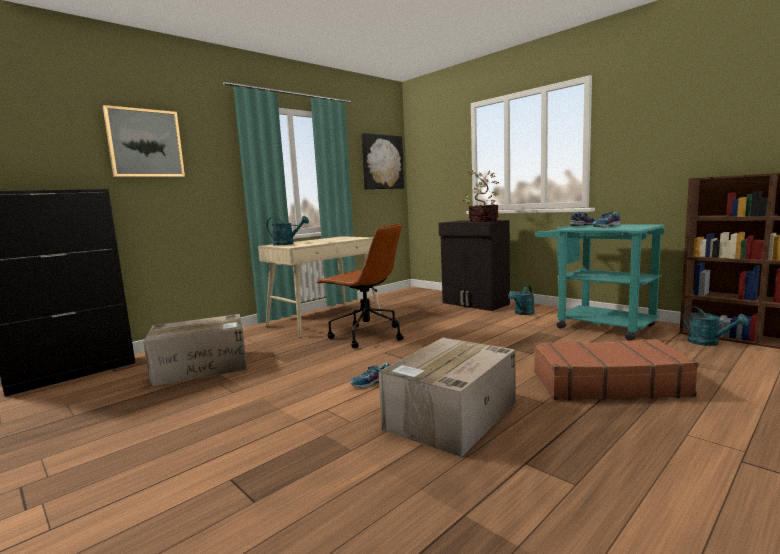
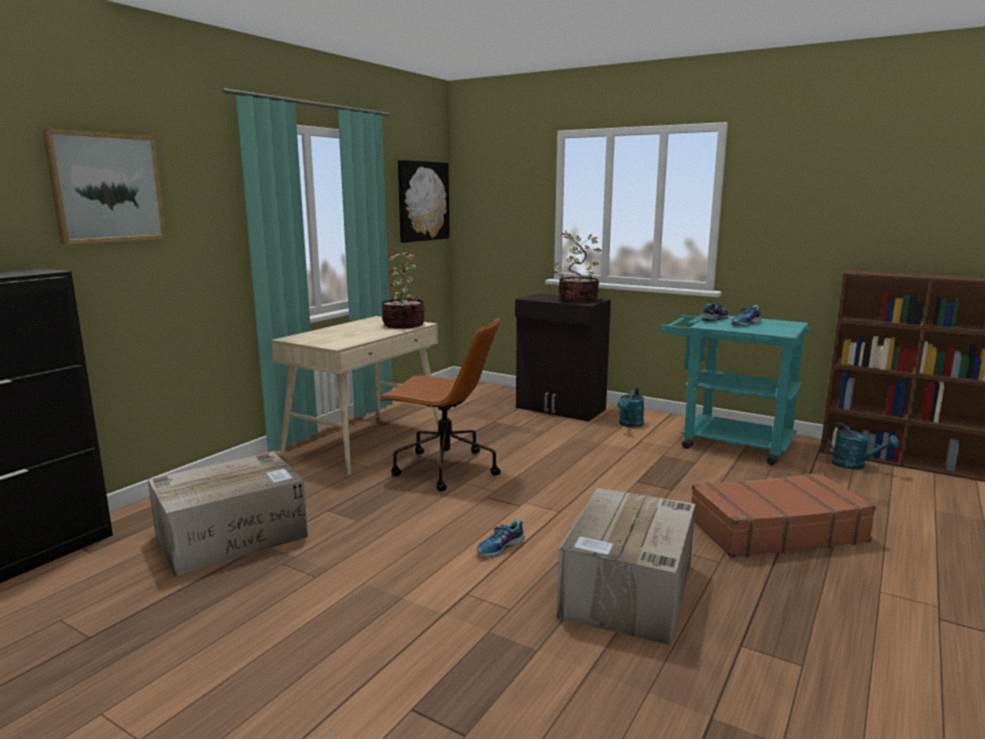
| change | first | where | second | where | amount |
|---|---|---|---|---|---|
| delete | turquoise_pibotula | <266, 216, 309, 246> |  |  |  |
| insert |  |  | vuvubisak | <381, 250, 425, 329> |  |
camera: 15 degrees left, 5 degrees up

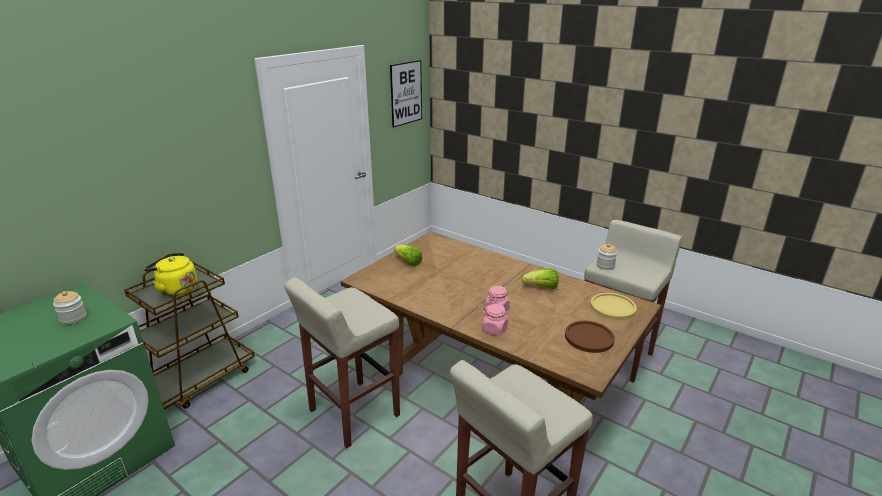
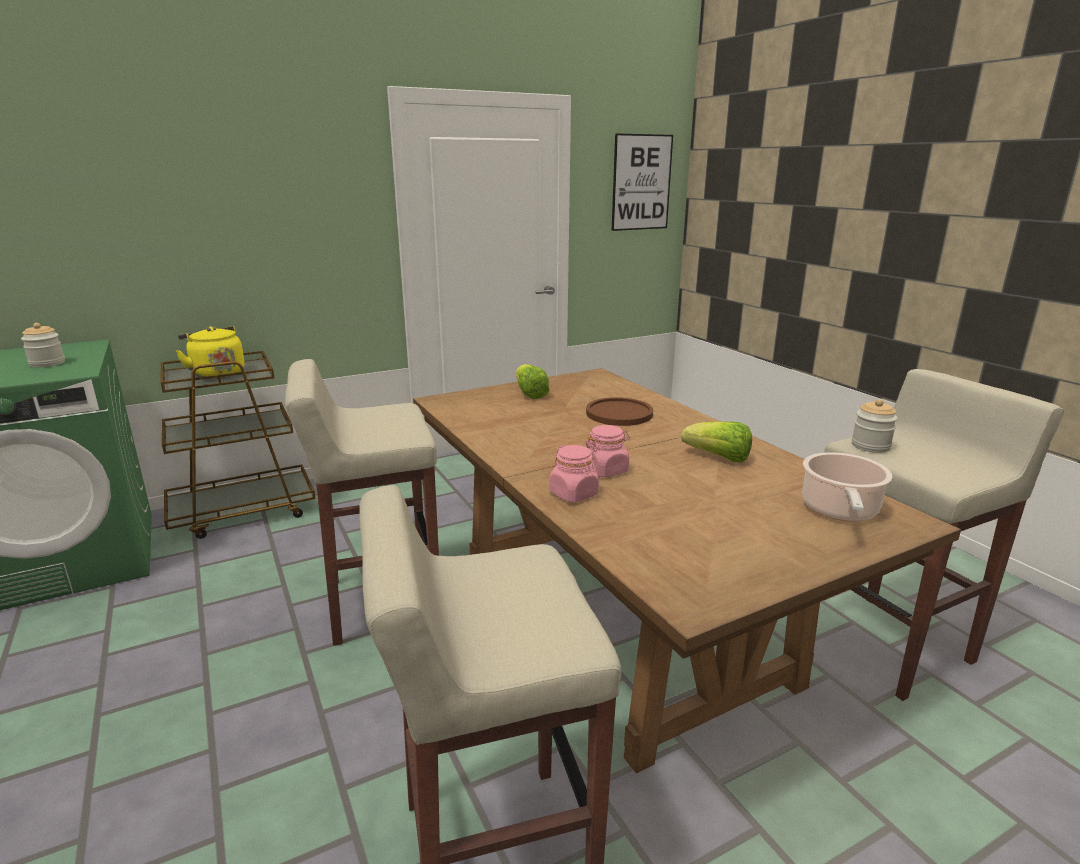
| change | first | where | second | where | amount |
|---|---|---|---|---|---|
| move | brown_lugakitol | <565, 321, 615, 353> |  | <586, 397, 653, 426> |  |
| replace | yellow_lugakitol | <590, 293, 637, 320> | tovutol | <802, 452, 892, 522> |  |
camera: 25 degrees right, 5 degrees down

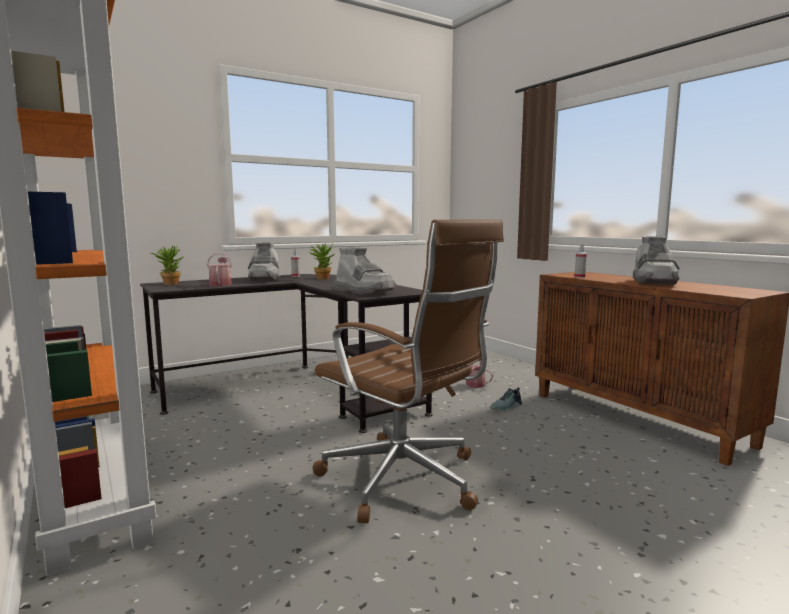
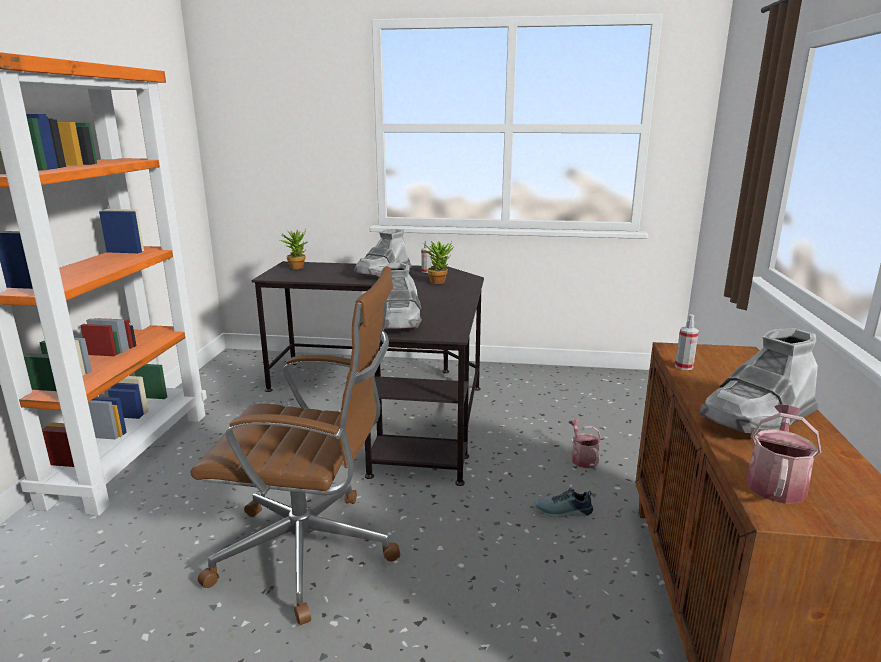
| change | first | where | second | where | amount |
|---|---|---|---|---|---|
| move | pibotula | <207, 253, 232, 286> |  | <746, 404, 822, 504> |  |
| rotate | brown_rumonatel | <313, 220, 504, 523> |  | <190, 266, 400, 625> | 75 degrees counterclockwise |
camera: 40 degrees right, 10 degrees up

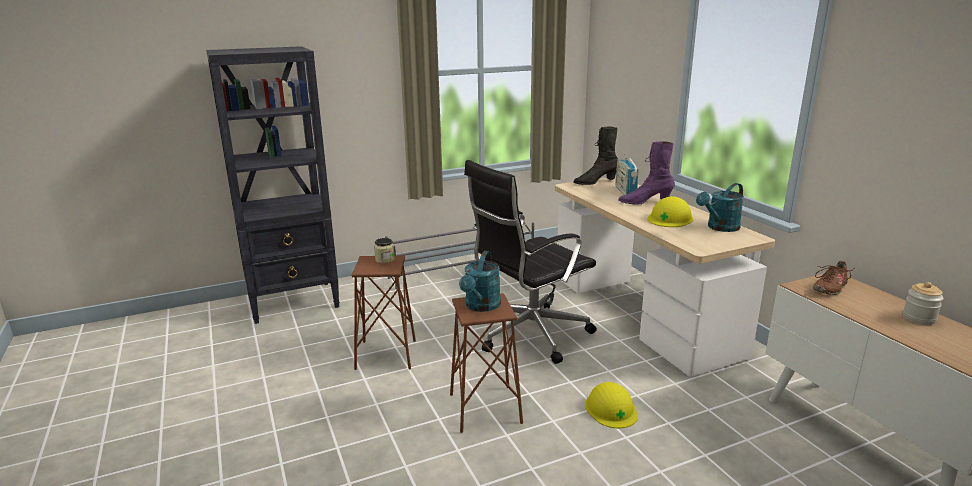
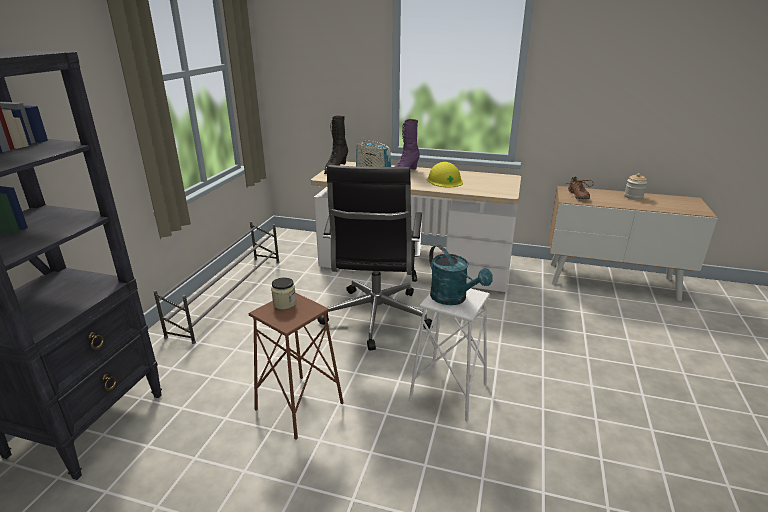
| change | first | where | second | where | amount |
|---|---|---|---|---|---|
| recolor | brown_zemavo | <450, 293, 523, 433> | white_zemavo | <409, 288, 490, 421> |  |
| delete | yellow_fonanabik | <585, 382, 638, 428> |  |  |  |
| delete | turquoise_pibotula | <696, 183, 744, 232> |  |  |  |
camera: 50 degrees left, 5 degrees up

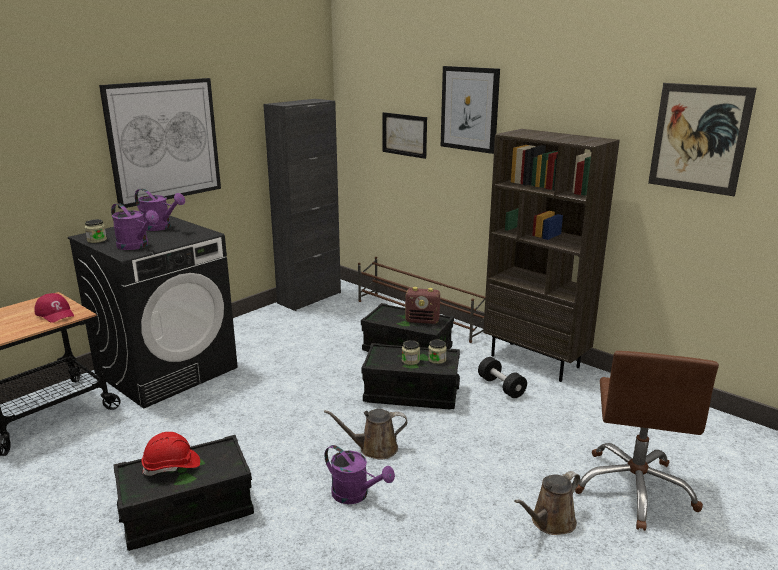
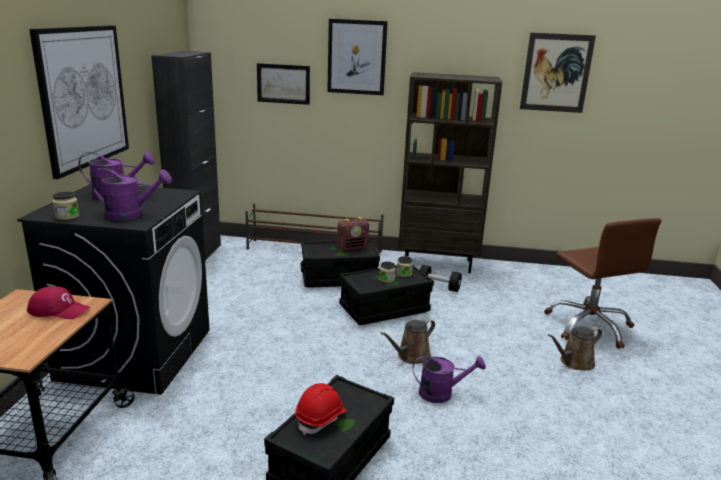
| change | first | where | second | where | amount |
|---|---|---|---|---|---|
| rotate | brown_pibotula | <514, 471, 580, 535> |  | <548, 326, 602, 370> | 45 degrees clockwise |
camera: 35 degrees left, 0 degrees up

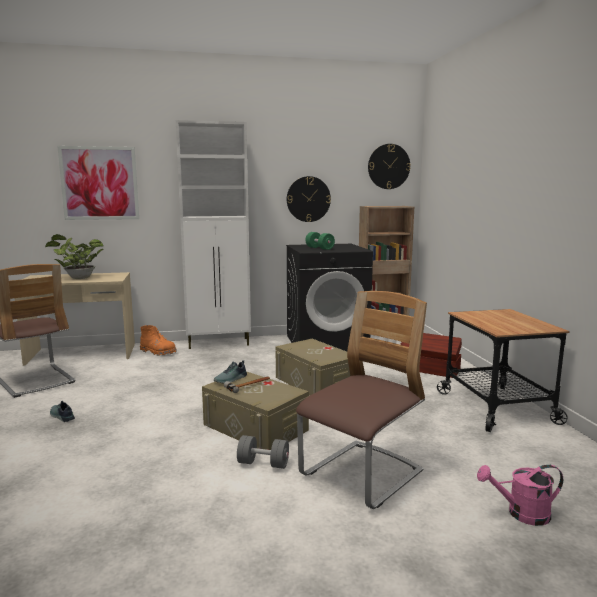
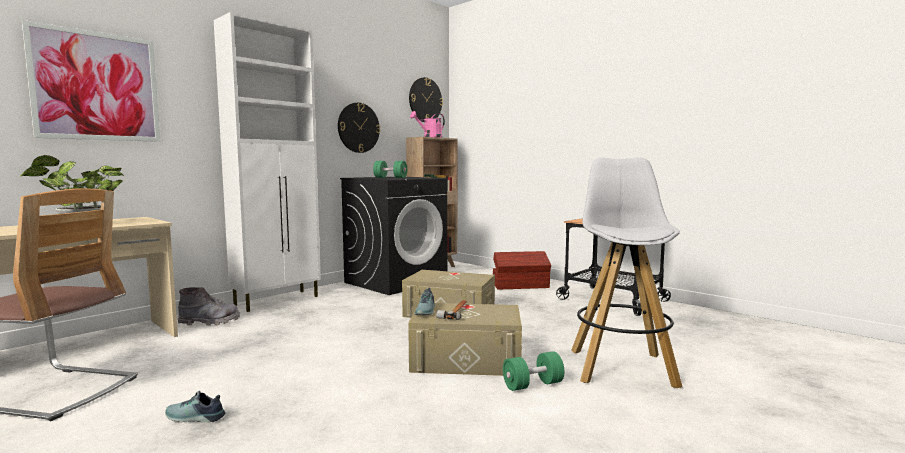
| change | first | where | second | where | amount |
|---|---|---|---|---|---|
| recolor | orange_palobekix | <140, 325, 177, 356> | grey_palobekix | <178, 287, 240, 326> |  |
| recolor | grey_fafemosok | <237, 435, 289, 469> | green_fafemosok | <503, 351, 564, 391> |  |
| replace | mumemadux | <296, 291, 427, 509> | white_zemavo | <571, 157, 682, 388> |  |
| move | pink_pibotula | <477, 465, 563, 526> |  | <410, 111, 445, 138> |  |
camera: 35 degrees left, 5 degrees down

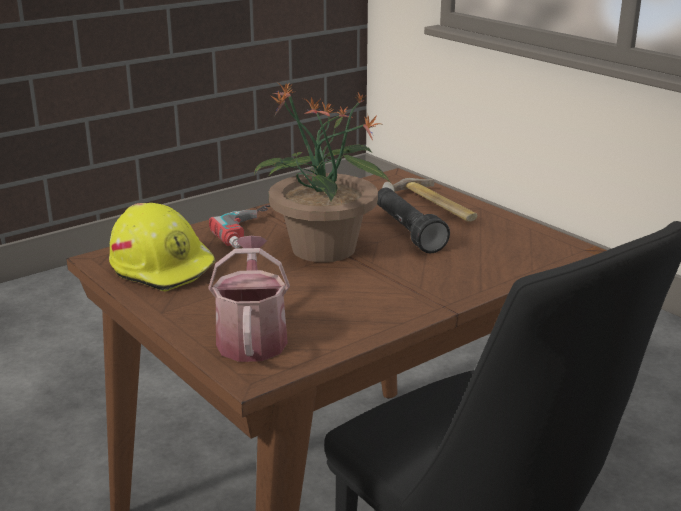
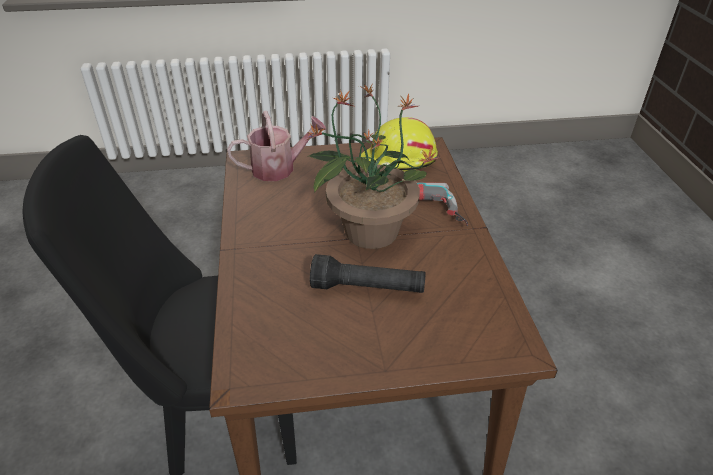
| change | first | where | second | where | amount |
|---|---|---|---|---|---|
| rotate | pibotula | <208, 236, 290, 362> |  | <227, 111, 327, 181> | 45 degrees counterclockwise |
| delete | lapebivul | <382, 178, 478, 222> |  |  |  |
camera: 120 degrees right, 15 degrees up

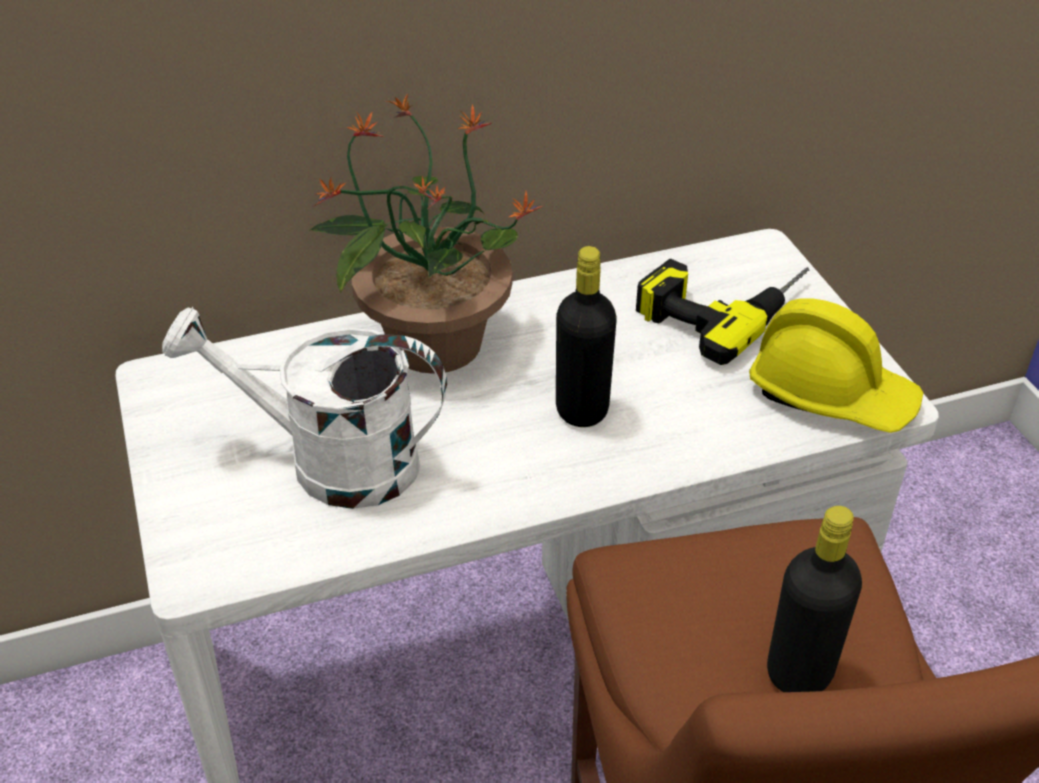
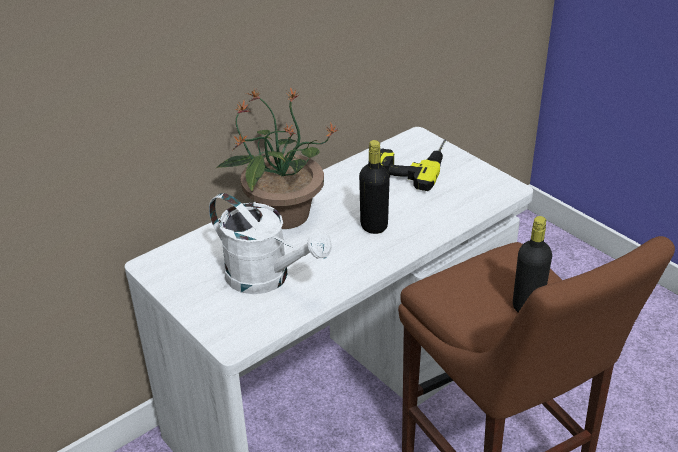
| change | first | where | second | where | amount |
|---|---|---|---|---|---|
| rotate | white_pibotula | <162, 307, 447, 509> |  | <209, 193, 332, 294> | 135 degrees counterclockwise |
| delete | yellow_fonanabik | <749, 298, 923, 433> |  |  |  |
camera: 20 degrees left, 5 degrees down

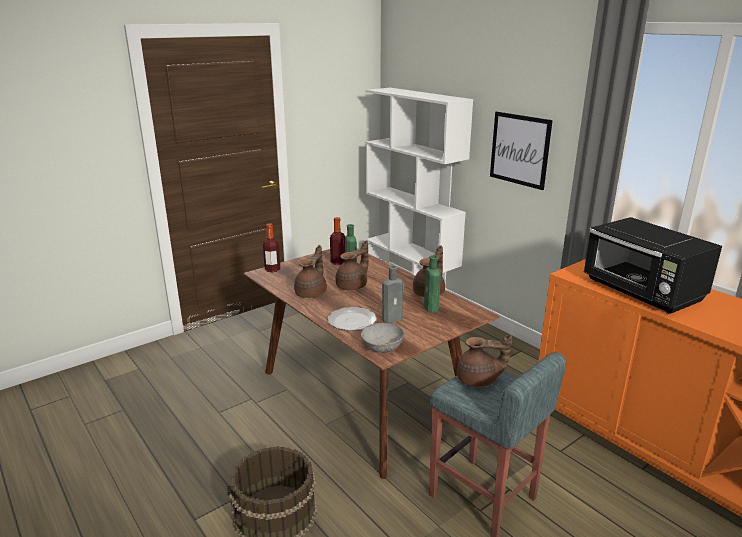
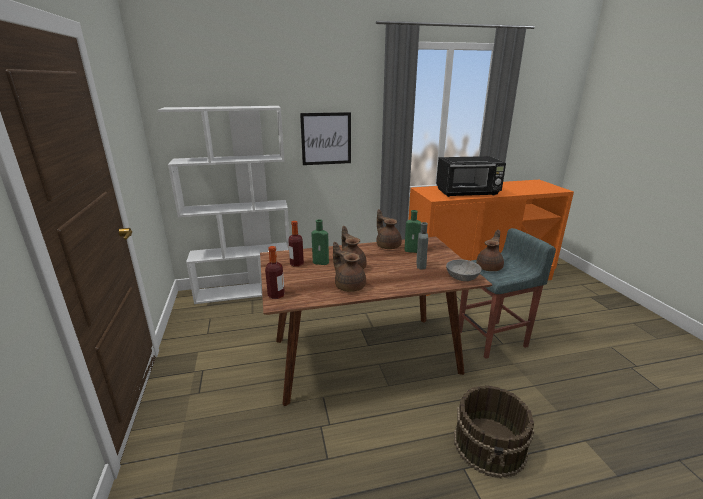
| change | first | where | second | where | amount |
|---|---|---|---|---|---|
| delete | lugakitol | <328, 307, 377, 331> |  |  |  |
camera: 65 degrees left, 0 degrees up

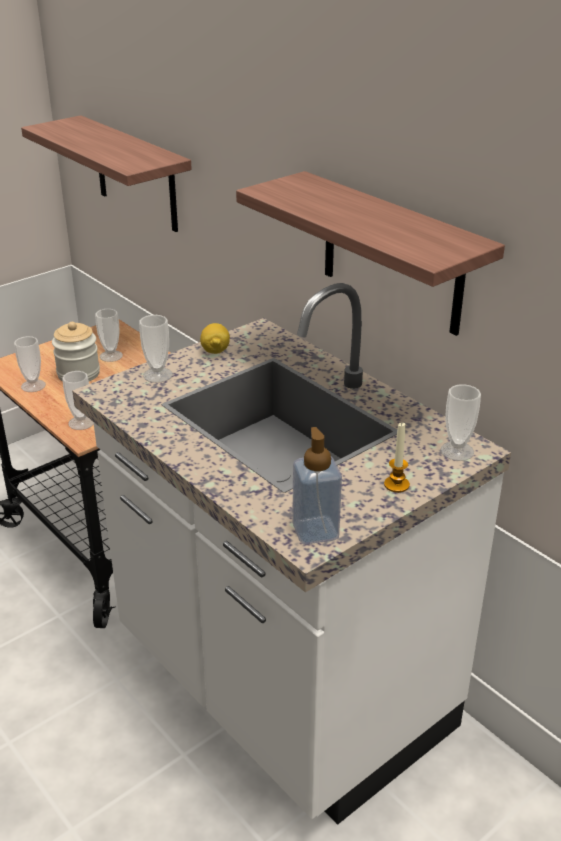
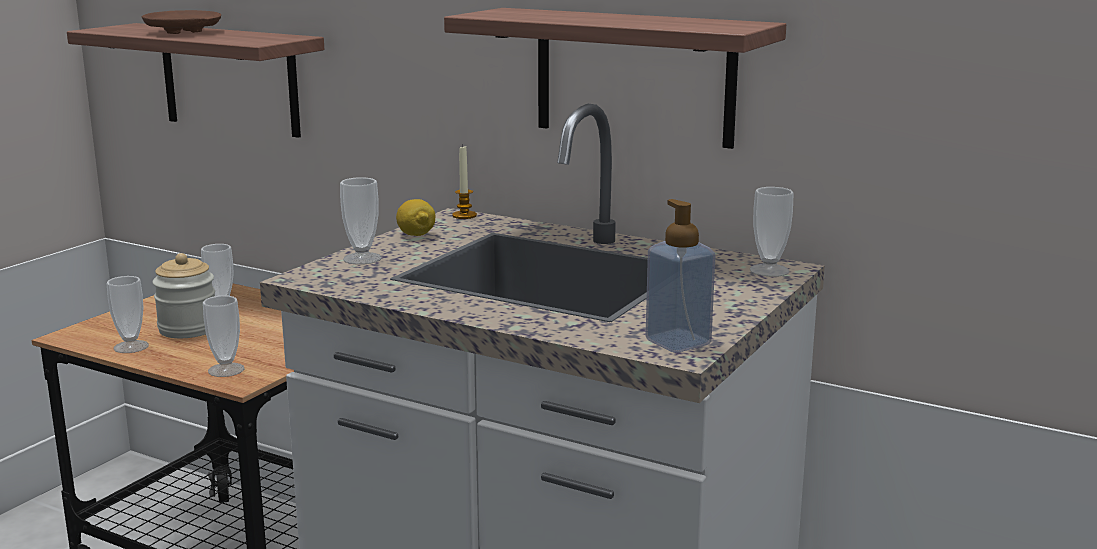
| change | first | where | second | where | amount |
|---|---|---|---|---|---|
| move | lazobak | <384, 423, 410, 493> |  | <452, 146, 477, 219> |  |
| insert |  |  | brown_lugakitol | <142, 10, 221, 34> |  |
camera: 20 degrees left, 15 degrees down

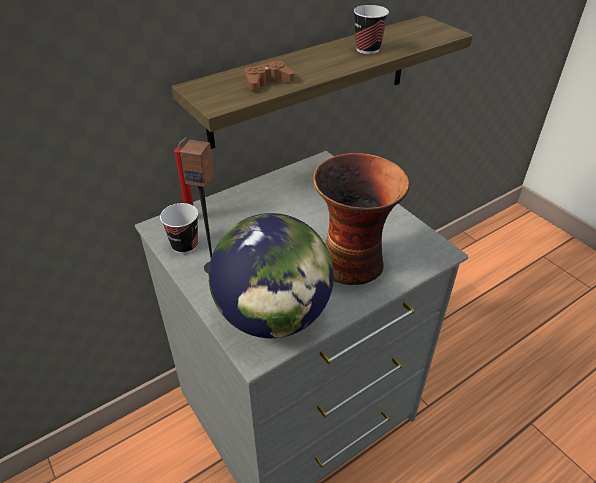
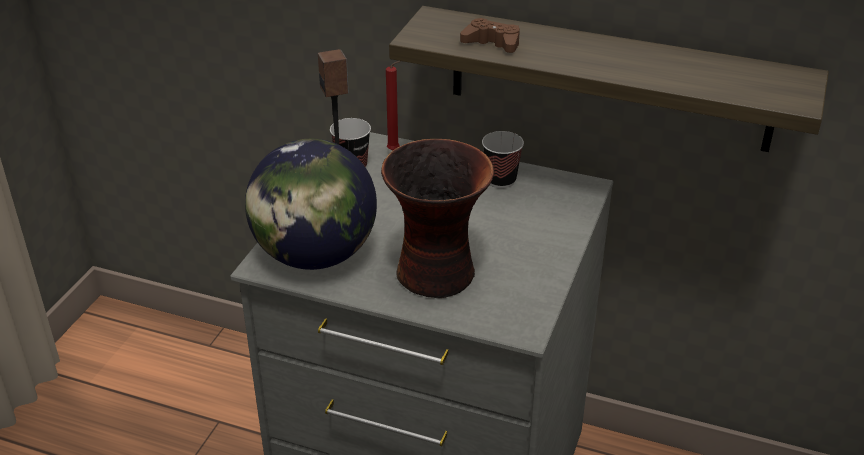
| change | first | where | second | where | amount |
|---|---|---|---|---|---|
| move | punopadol | <354, 5, 389, 54> |  | <482, 131, 524, 188> |  |
camera: 55 degrees right, 5 degrees down

